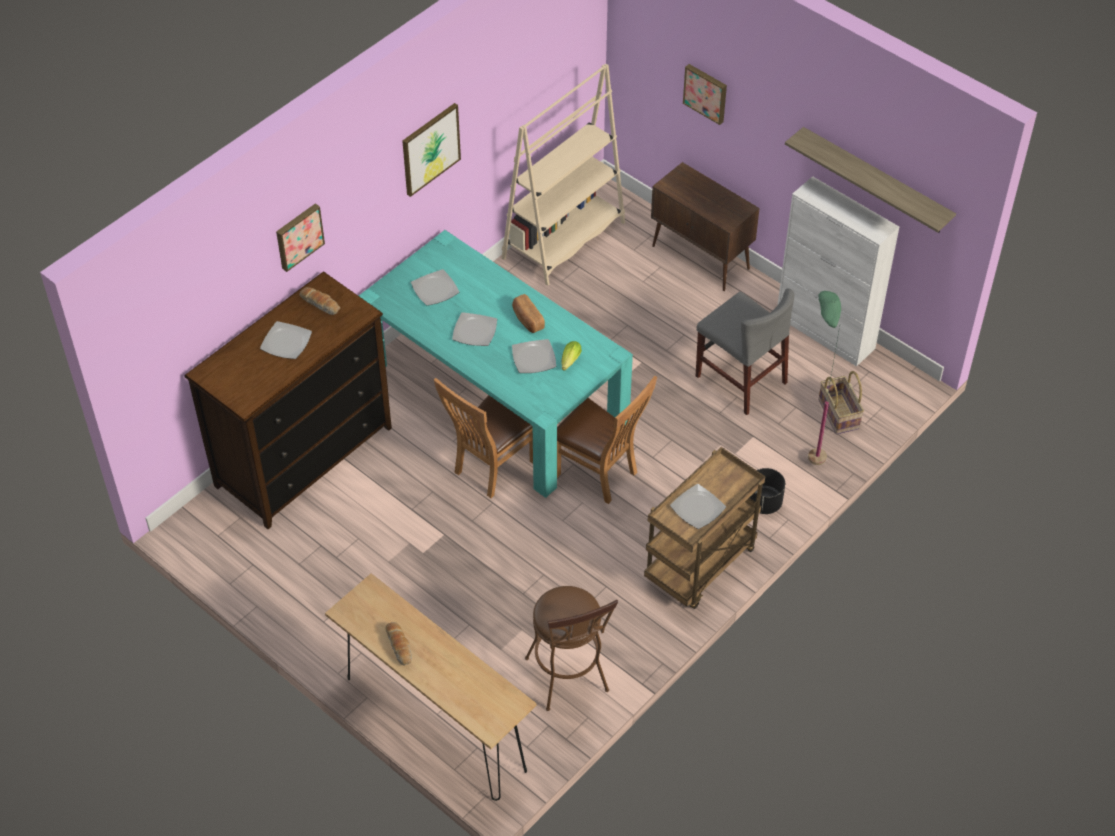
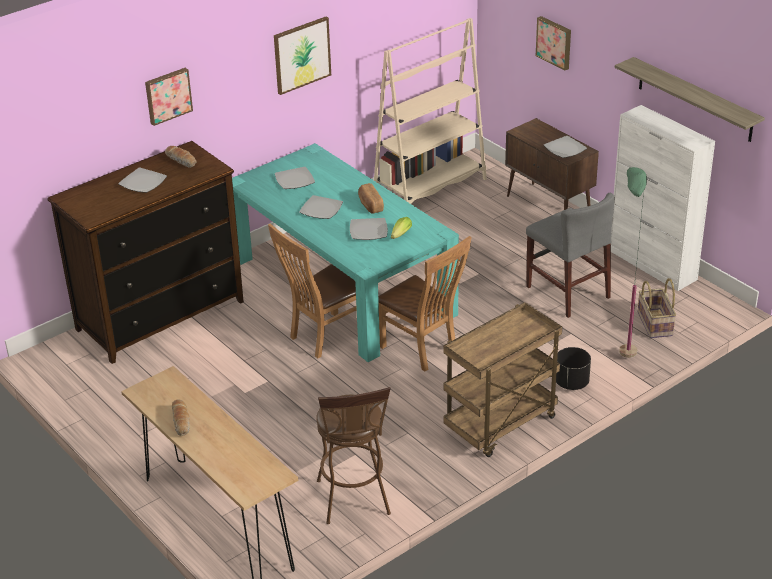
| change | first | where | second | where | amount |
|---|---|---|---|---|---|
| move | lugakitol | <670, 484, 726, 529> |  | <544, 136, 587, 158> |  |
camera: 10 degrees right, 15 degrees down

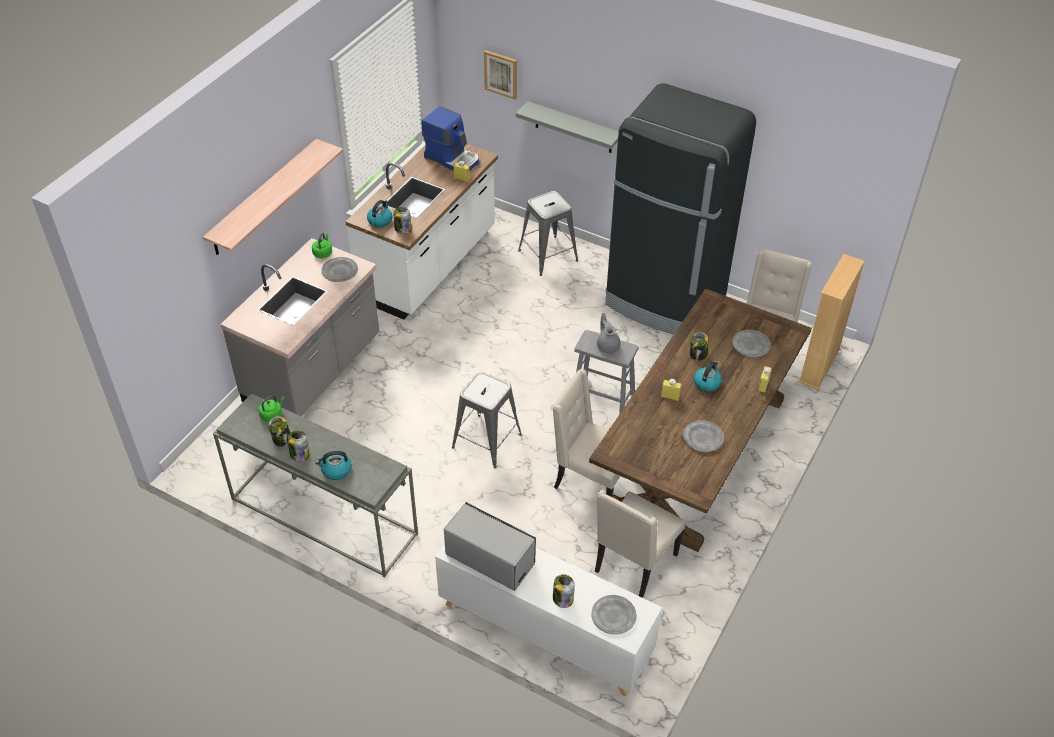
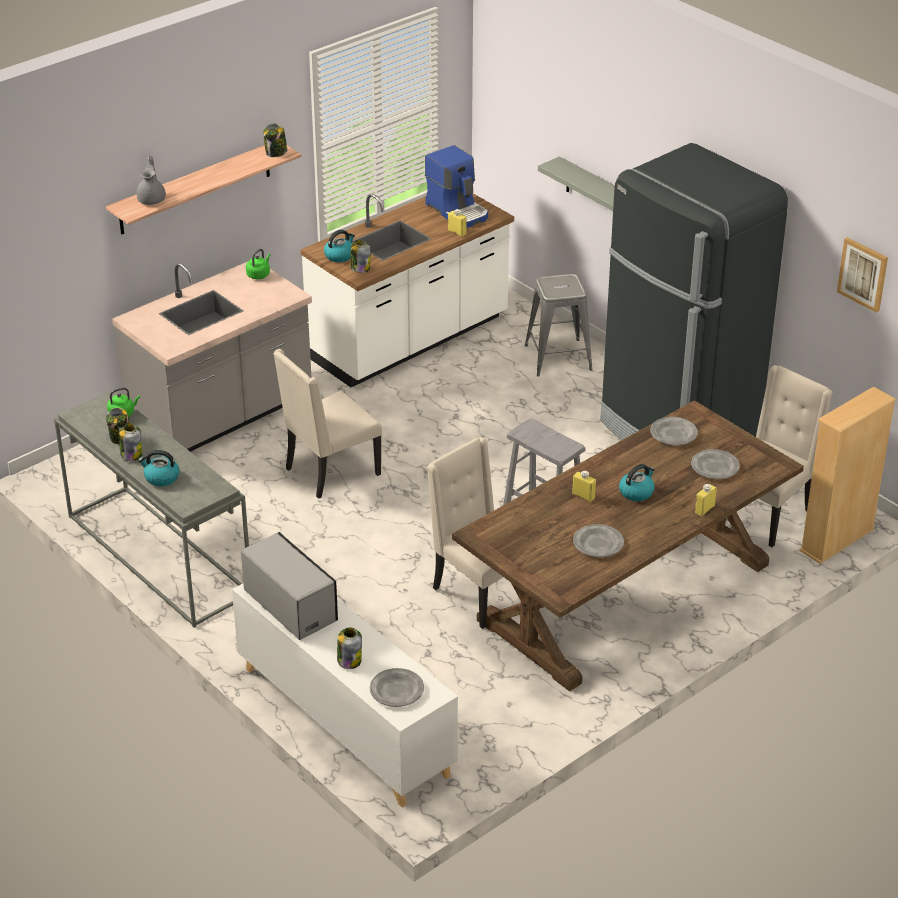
| change | first | where | second | where | amount |
|---|---|---|---|---|---|
| move | grey_lugakitol | <321, 257, 358, 282> |  | <650, 417, 698, 445> |  |
| delete | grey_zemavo | <452, 372, 522, 468> |  |  |  |
| move | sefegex | <484, 50, 517, 100> |  | <837, 237, 888, 313> |  |
| move | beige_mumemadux | <595, 489, 686, 598> |  | <274, 349, 382, 499> |  |
| move | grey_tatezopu | <597, 313, 620, 353> |  | <137, 156, 166, 205> |  |
| move | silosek | <690, 332, 708, 361> |  | <263, 123, 287, 157> |  |
camera: 20 degrees right, 10 degrees down

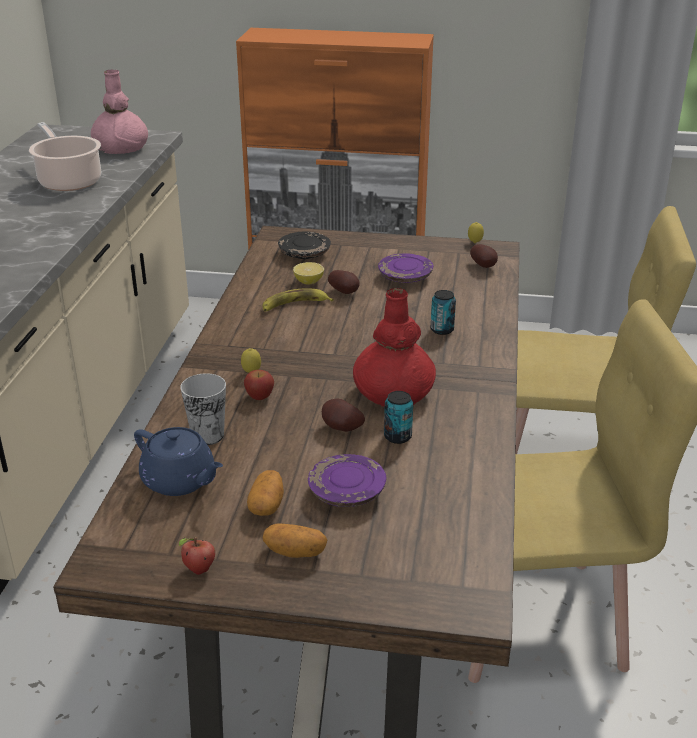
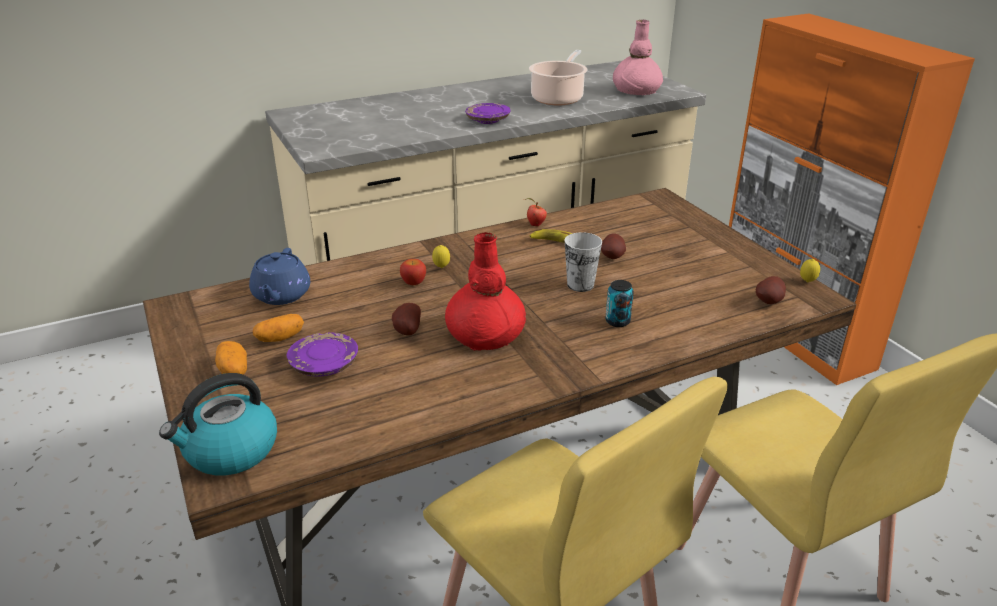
| change | first | where | second | where | amount |
|---|---|---|---|---|---|
| move | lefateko | <179, 537, 215, 575> |  | <524, 198, 547, 226> |  |
| move | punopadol | <180, 373, 226, 445> |  | <565, 232, 602, 292> |  |
| delete | black_lugakitol | <278, 232, 331, 259> |  |  |  |
| delete | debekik | <293, 262, 324, 285> |  |  |  |
| move | purple_lugakitol | <378, 253, 434, 283> |  | <465, 103, 511, 124> |  |
| delete | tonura | <384, 391, 413, 444> |  |  |  |
| insert |  |  | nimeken | <159, 373, 277, 476> |  |
camera: 55 degrees right, 0 degrees up

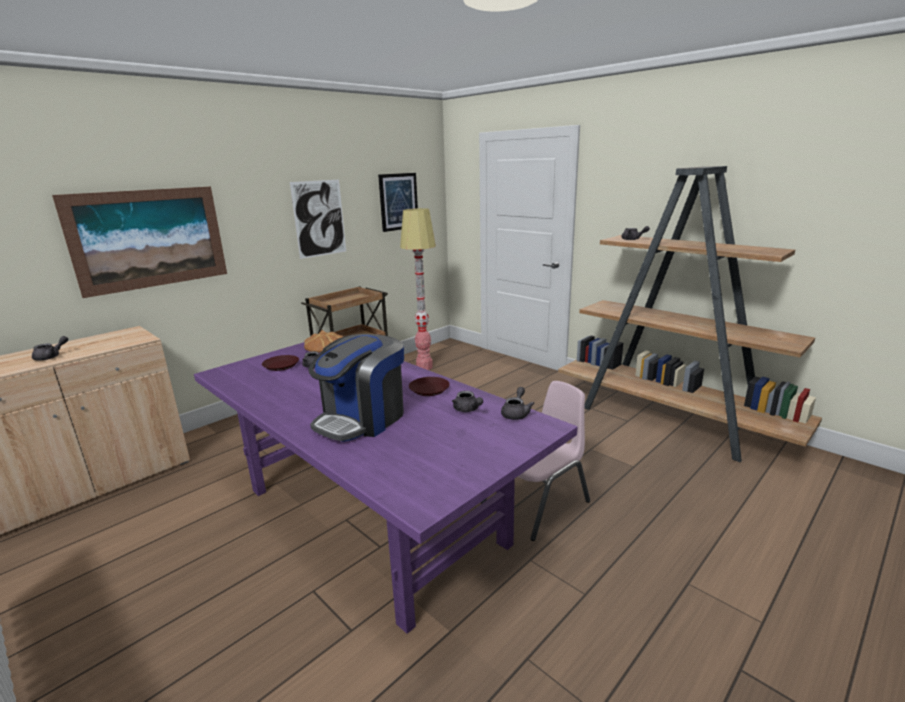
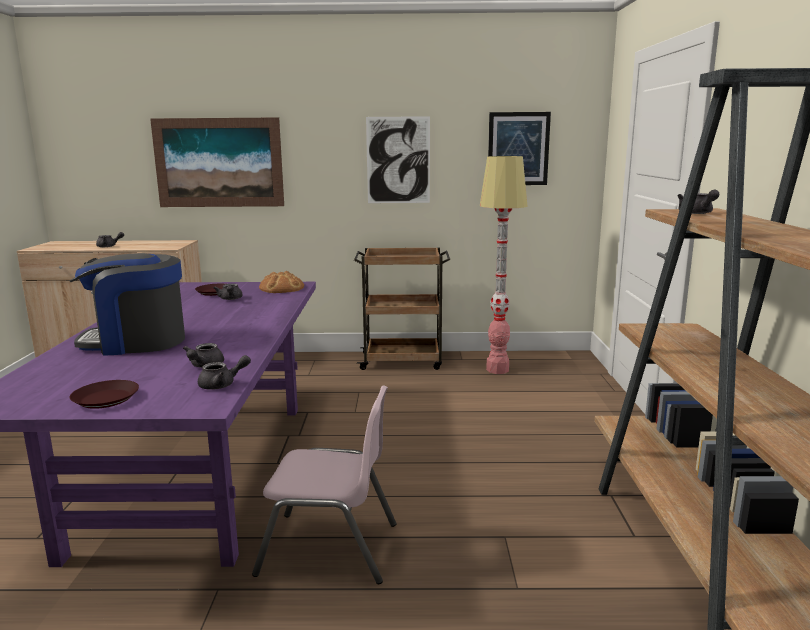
| change | first | where | second | where | amount |
|---|---|---|---|---|---|
| move | brown_lugakitol | <409, 377, 450, 396> |  | <69, 380, 139, 409> |  |
camera: 45 degrees right, 5 degrees down

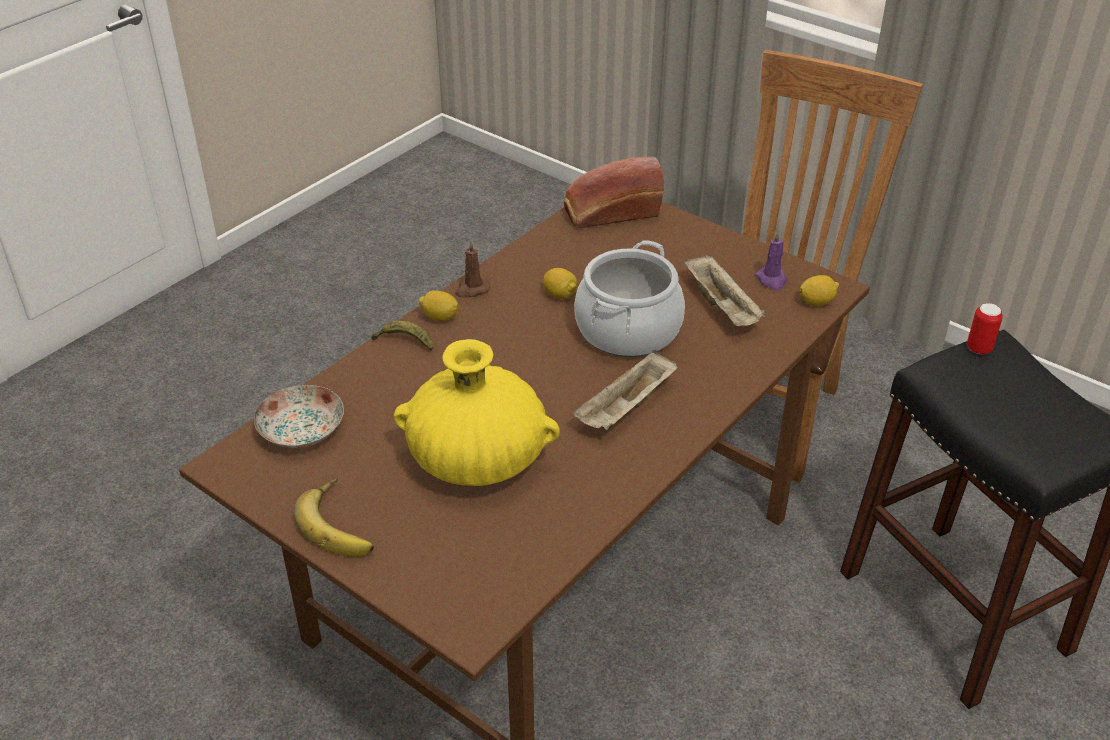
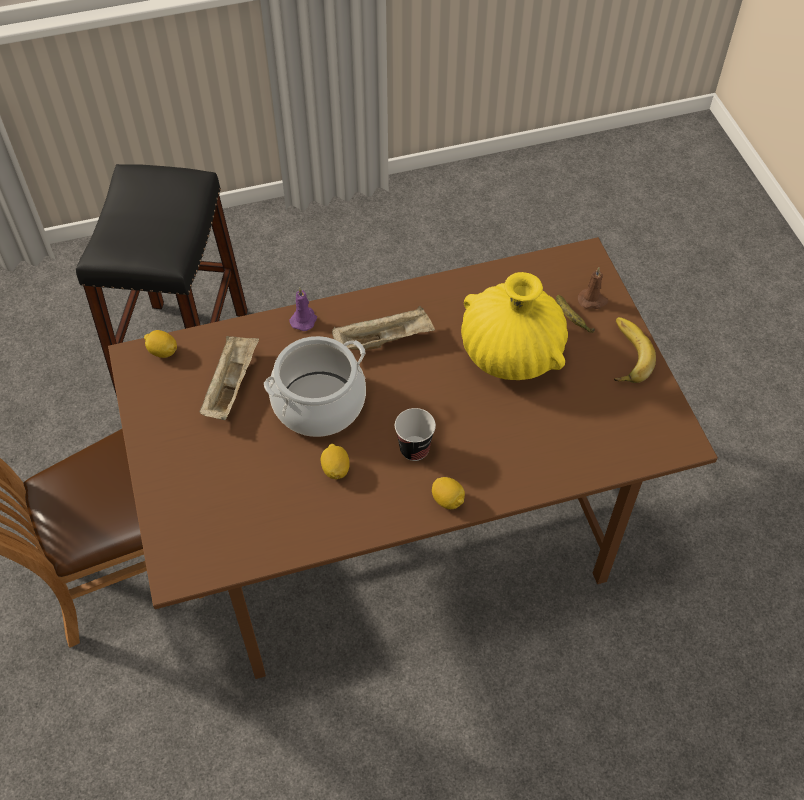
| change | first | where | second | where | amount |
|---|---|---|---|---|---|
| delete | lugakitol | <254, 385, 344, 448> |  |  |  |
| move | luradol | <371, 320, 433, 351> |  | <556, 295, 595, 333> |  |
| move | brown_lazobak | <455, 241, 490, 298> |  | <578, 267, 609, 309> |  |
| delete | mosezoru | <564, 157, 664, 228> |  |  |  |
| move | purple_lazobak | <755, 231, 787, 290> |  | <289, 288, 317, 331> |  |
| delete | tonura | <967, 303, 1003, 354> |  |  |  |
| insert |  |  | punopadol | <395, 408, 436, 461> |  |
camera: 145 degrees left, 15 degrees up

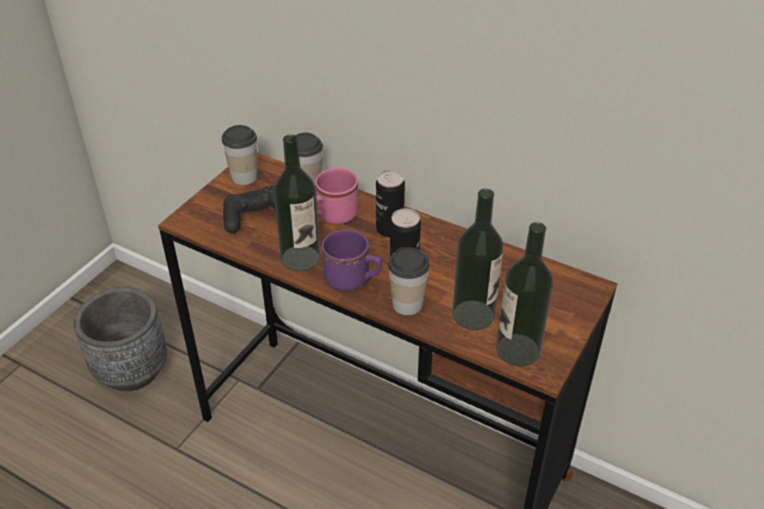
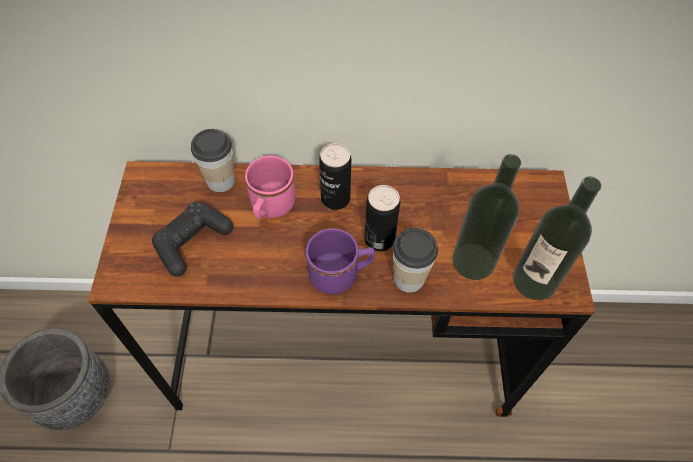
| change | first | where | second | where | amount |
|---|---|---|---|---|---|
| delete | punopadol | <222, 125, 258, 185> |  |  |  |
| delete | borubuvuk | <273, 134, 320, 271> |  |  |  |
camera: 30 degrees left, 15 degrees up

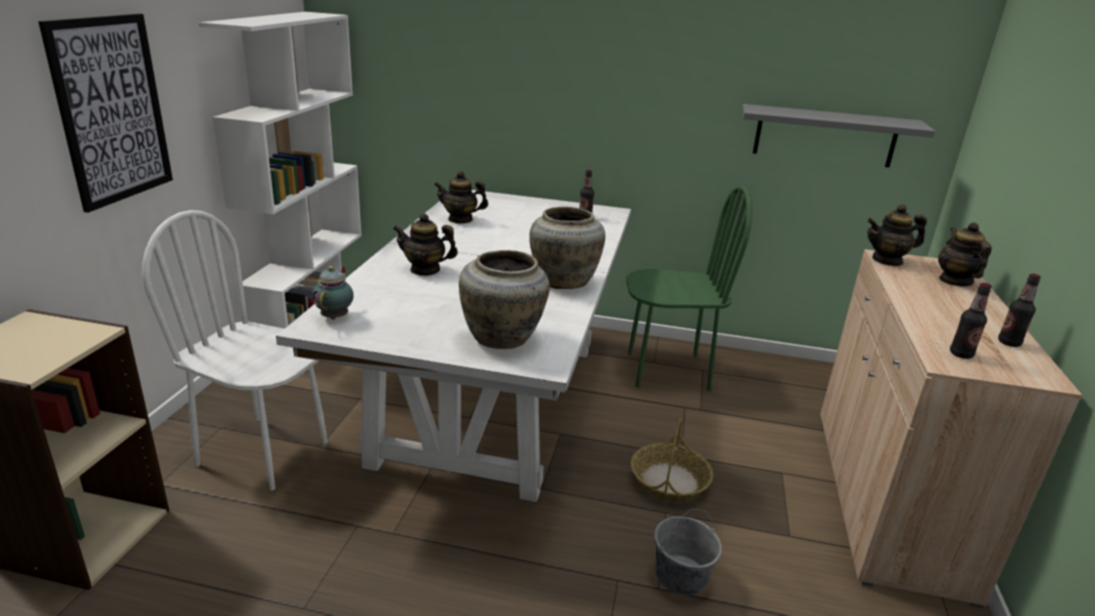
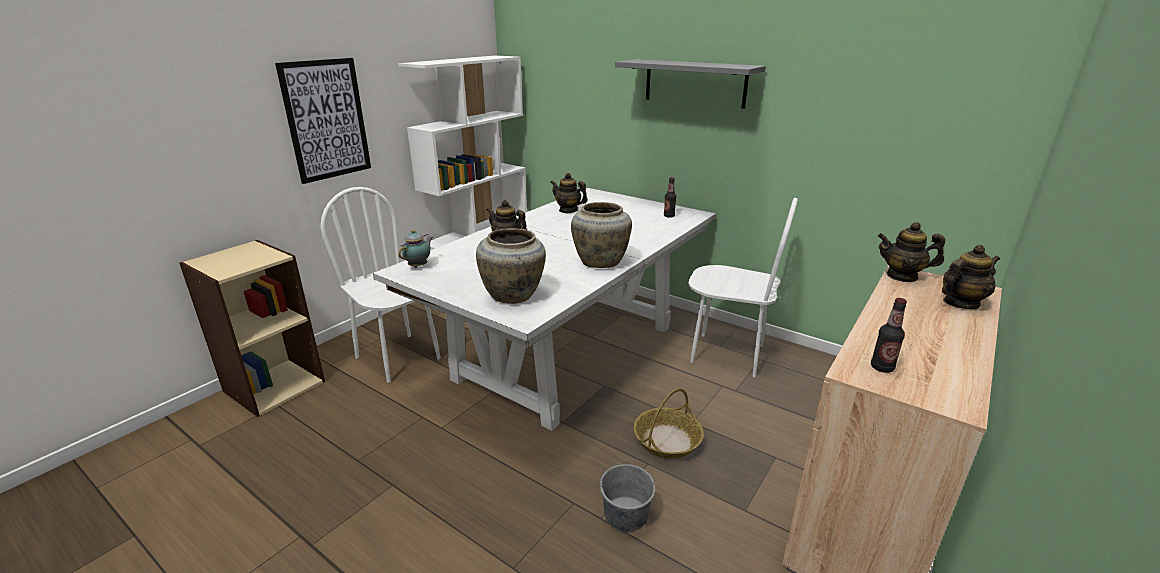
| change | first | where | second | where | amount |
|---|---|---|---|---|---|
| recolor | green_mumemadux | <626, 186, 752, 391> | white_mumemadux | <688, 198, 798, 377> |  |
| move | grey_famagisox | <742, 104, 936, 167> |  | <615, 59, 766, 109> |  |
| rotate | tatezopu | <938, 222, 992, 287> |  | <942, 245, 1000, 309> | 45 degrees clockwise |
| delete | borubuvuk | <998, 274, 1041, 347> |  |  |  |
camera: 25 degrees right, 0 degrees up

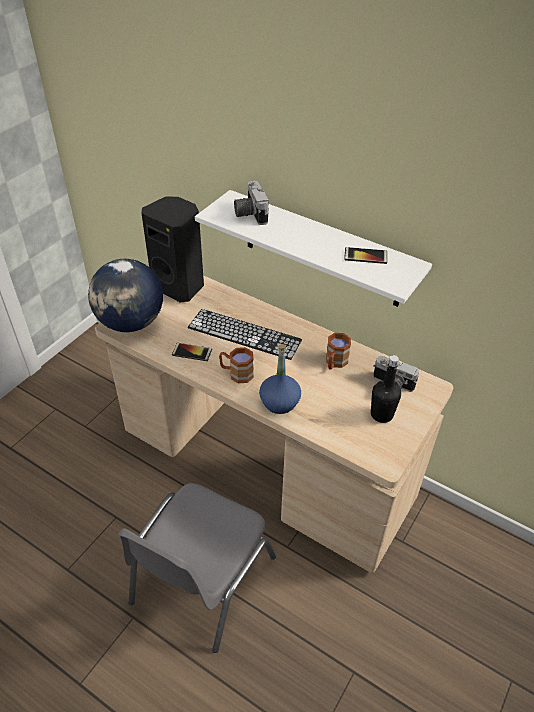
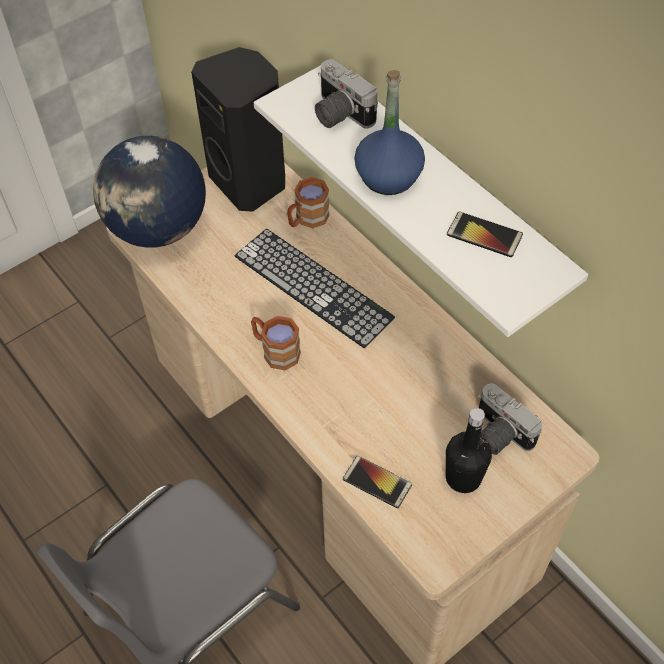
| change | first | where | second | where | amount |
|---|---|---|---|---|---|
| move | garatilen | <172, 343, 212, 361> |  | <343, 456, 412, 508> |  |
| rotate | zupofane | <234, 181, 269, 225> |  | <315, 59, 378, 129> | 45 degrees counterclockwise |
| move | blue_borubuvuk | <259, 344, 301, 414> |  | <354, 70, 425, 195> |  |
| move | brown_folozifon | <326, 333, 351, 370> |  | <287, 177, 330, 228> |  |
camera: 20 degrees right, 10 degrees up

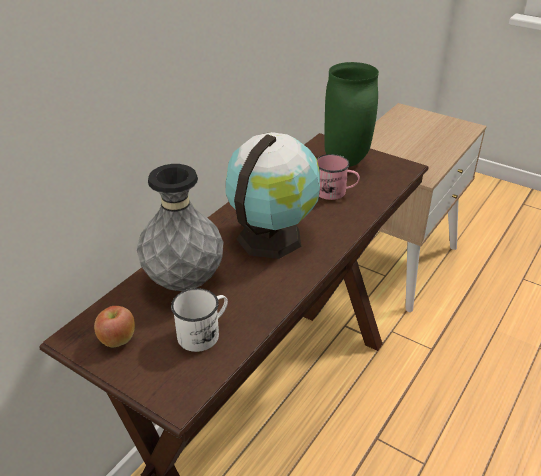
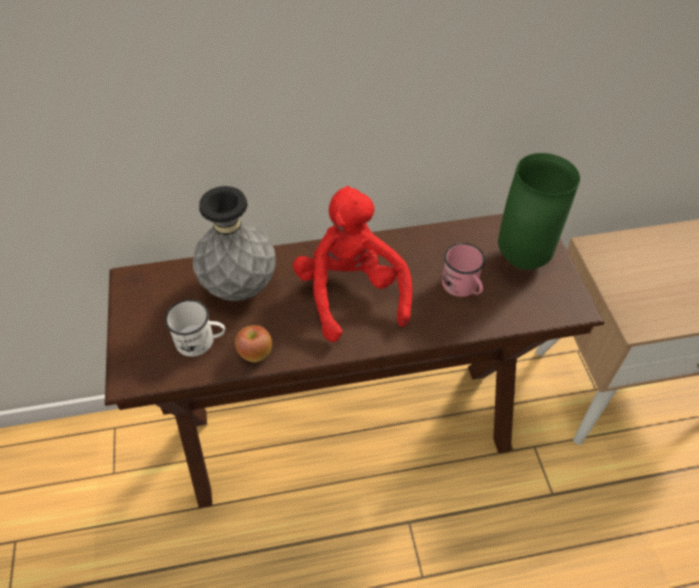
| change | first | where | second | where | amount |
|---|---|---|---|---|---|
| move | lefateko | <94, 306, 135, 347> |  | <235, 325, 272, 362> |  |
| replace | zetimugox | <226, 132, 320, 259> | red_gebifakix | <293, 186, 412, 342> |  |
camera: 45 degrees right, 15 degrees up

